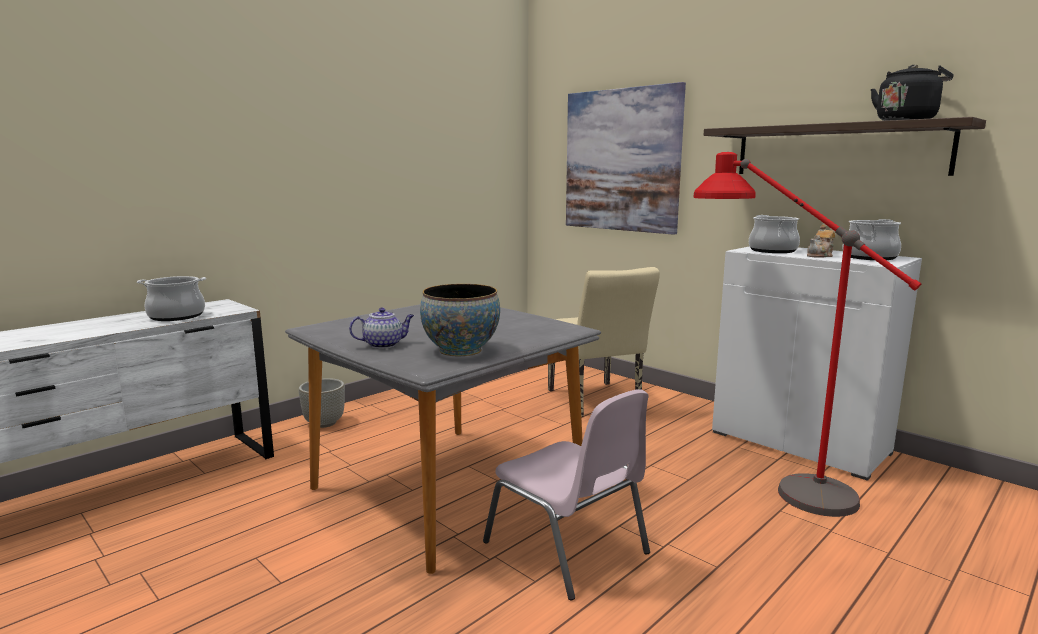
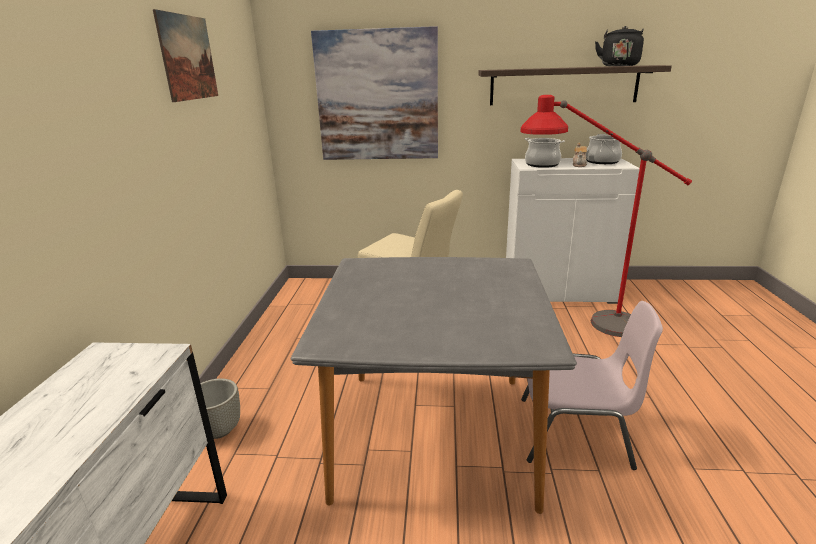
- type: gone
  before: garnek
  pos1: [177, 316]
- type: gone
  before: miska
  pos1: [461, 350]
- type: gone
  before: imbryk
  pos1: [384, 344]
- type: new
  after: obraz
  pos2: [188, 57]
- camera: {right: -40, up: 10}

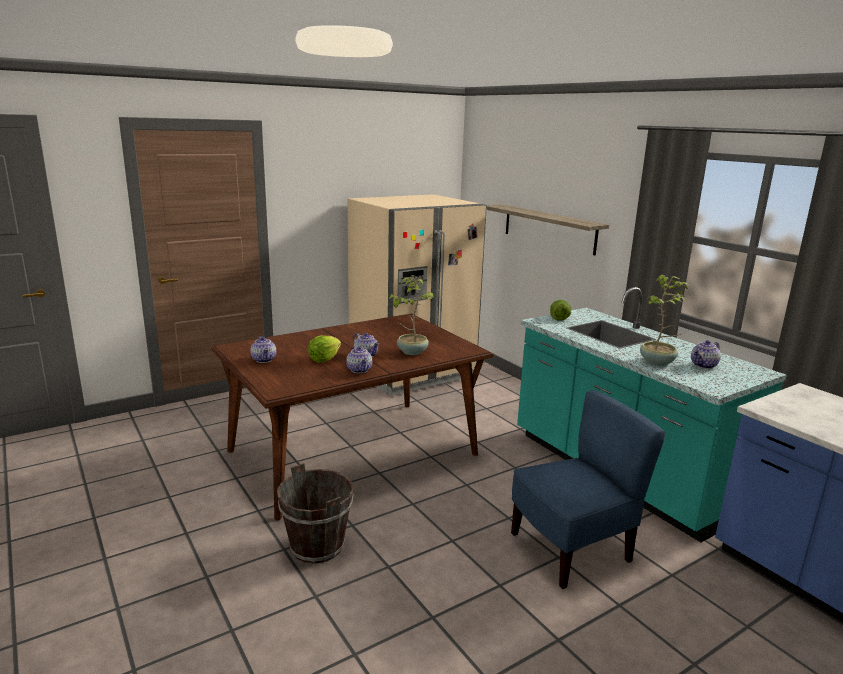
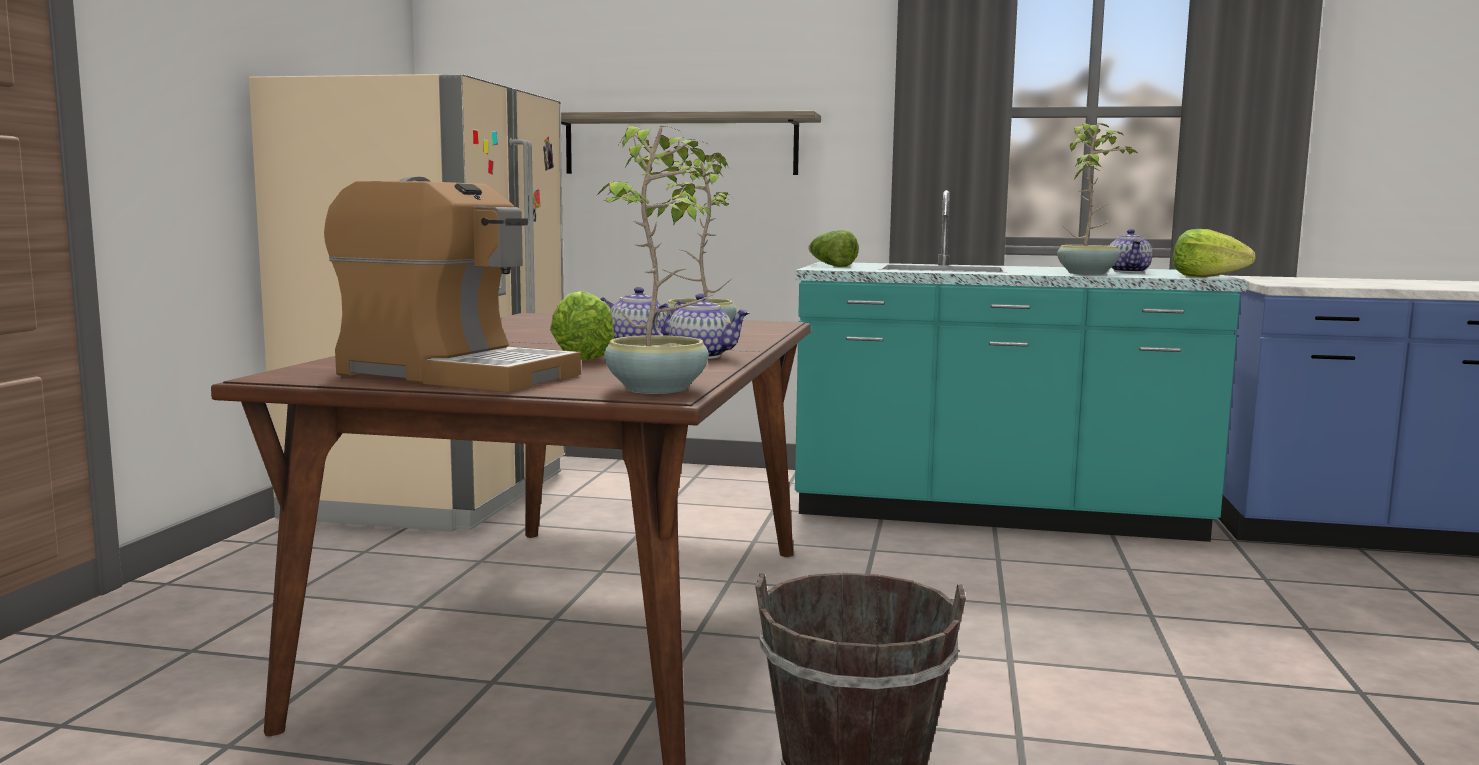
- type: swapped
  before: imbryk
  after: ekspres do kawy
  pos1: [264, 360]
  pos2: [454, 374]
- type: gone
  before: krzesło/niebieski
  pos1: [571, 549]
- type: new
  after: roślina doniczkowa
  pos2: [659, 389]
- type: new
  after: sałata
  pos2: [1206, 277]
- camera: {right: -45, up: -10}

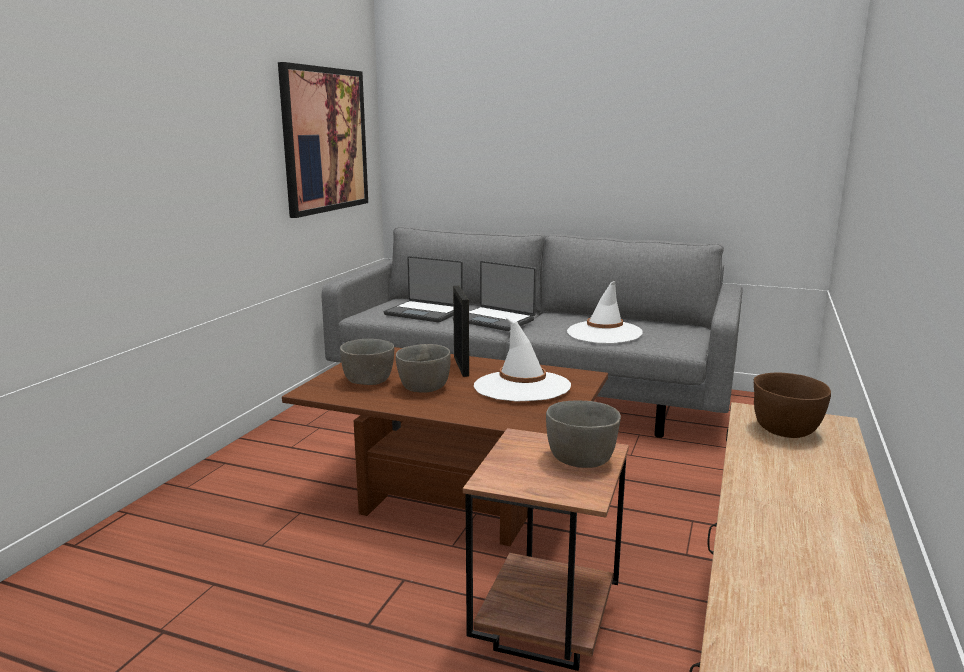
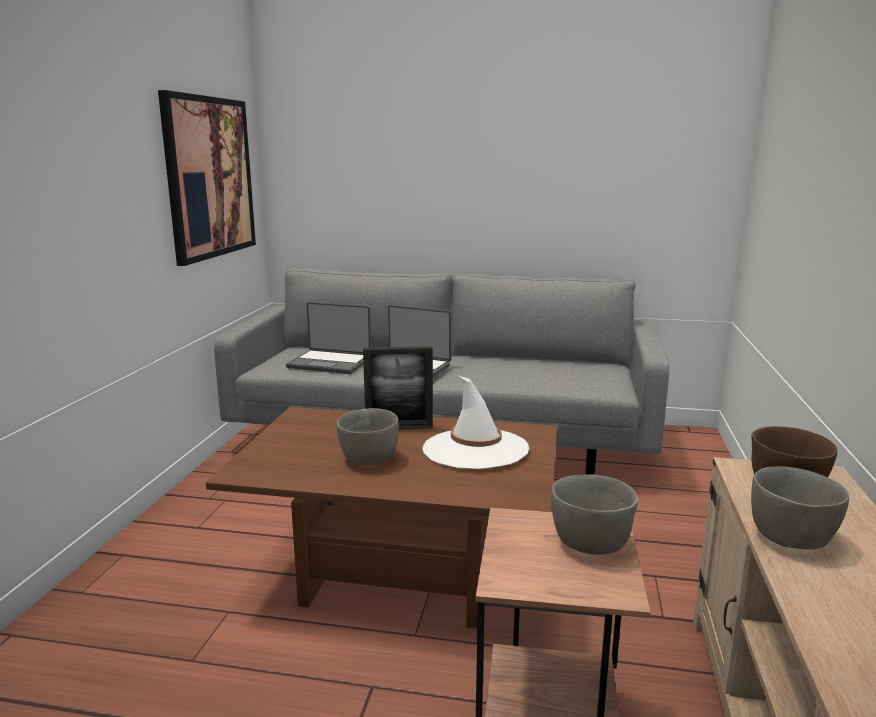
- type: gone
  before: kapelusz/biały
  pos1: [604, 333]
- type: rotated
  before: ramka na zdjęcie
  pos1: [461, 366]
  pos2: [399, 428]
  turn: 105
- type: shifted
  before: miska/szary
  pos1: [369, 381]
  pos2: [792, 538]
- camera: {right: -10, up: 0}

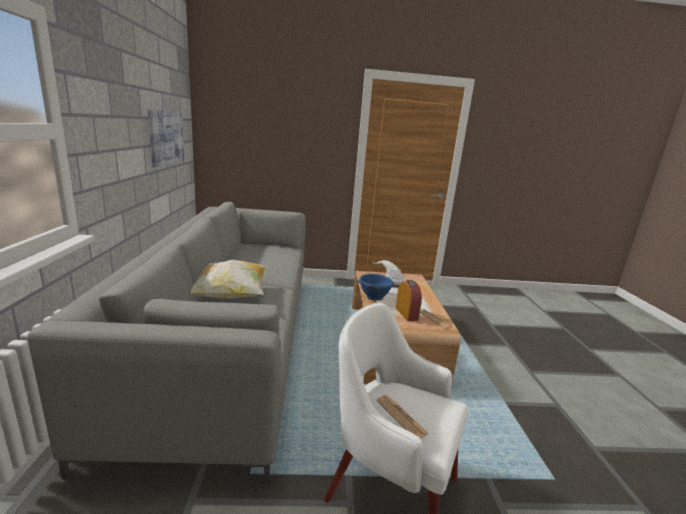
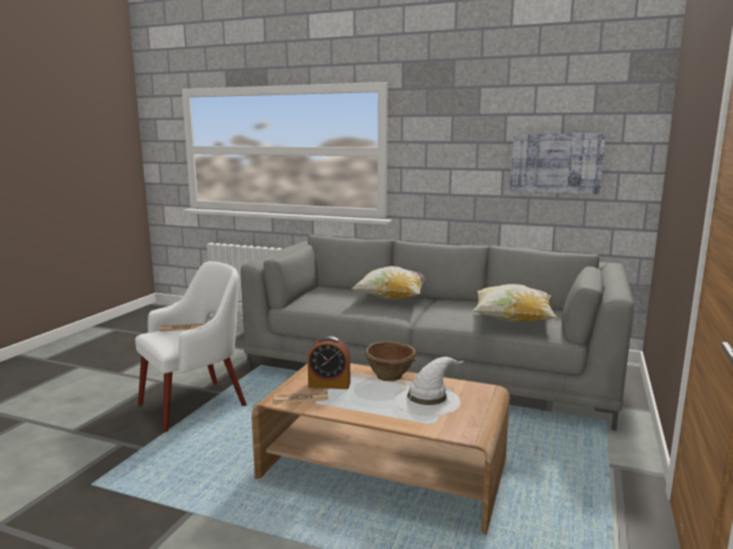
- type: repainted
  before: miska/niebieski
  after: miska/brązowy
  pos1: [374, 297]
  pos2: [390, 376]
- type: new
  after: poduszka
  pos2: [512, 321]
- camera: {right: 115, up: -5}

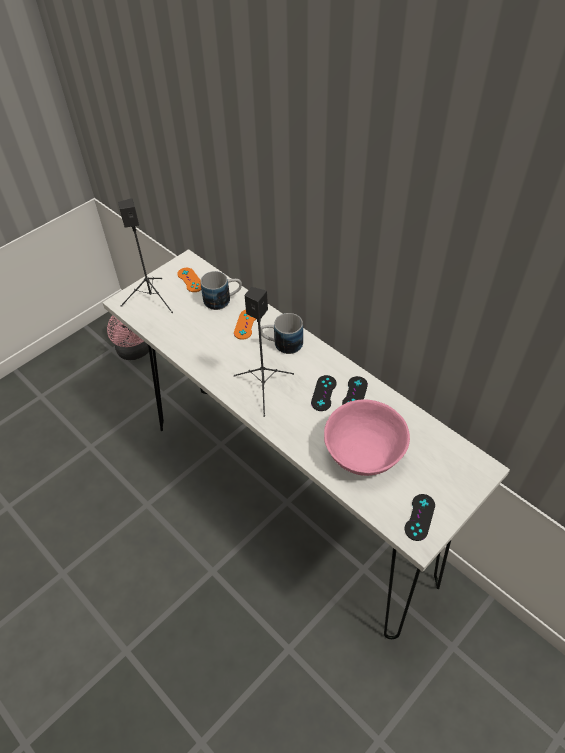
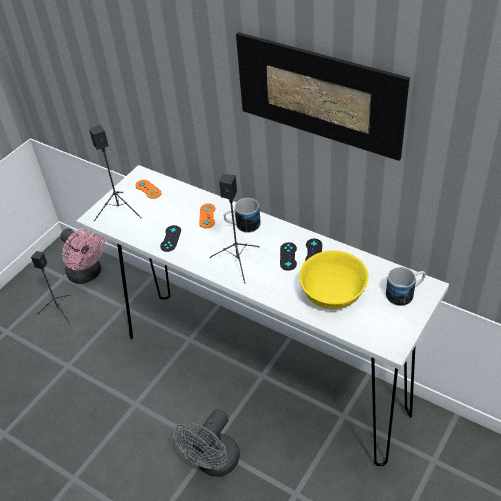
- type: shifted
  before: kubek
  pos1: [223, 300]
  pos2: [405, 293]
- type: repainted
  before: miska/różowy
  after: miska/żółty
  pos1: [364, 453]
  pos2: [333, 294]
- type: shifted
  before: pad do gier/czarny
  pos1: [419, 517]
  pos2: [170, 238]
- type: new
  after: obraz
  pos2: [319, 94]
- type: new
  after: głośnik/czarny
  pos2: [59, 311]
- type: new
  after: wentylator/szary
  pos2: [214, 463]
- camera: {right: -10, up: -5}

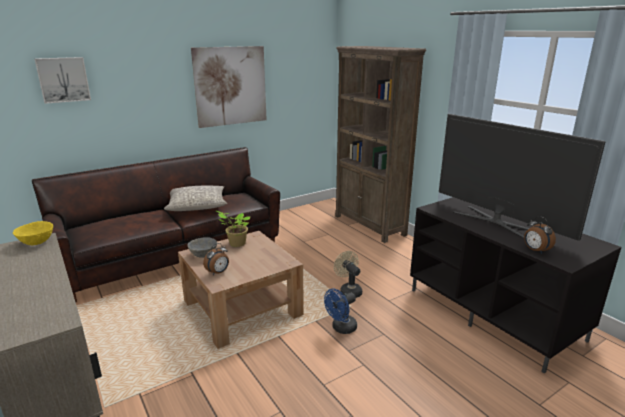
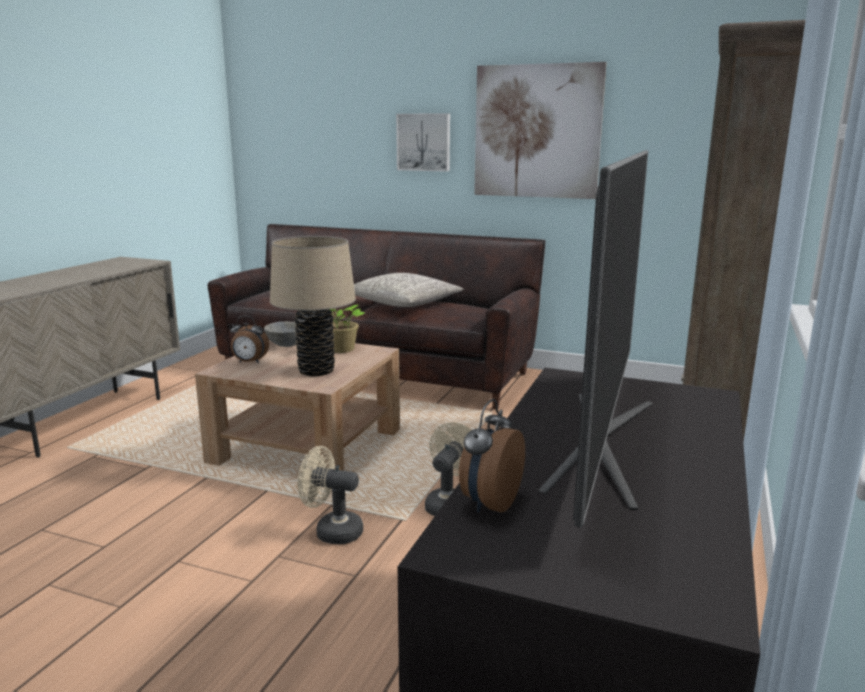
- type: shifted
  before: obraz
  pos1: [63, 79]
  pos2: [424, 142]
- type: gone
  before: miska/żółty
  pos1: [36, 242]
- type: repainted
  before: wentylator/niebieski
  after: wentylator/beżowy
  pos1: [341, 328]
  pos2: [332, 531]
- type: new
  after: lampa stołowa/beżowy
  pos2: [316, 371]
- camera: {right: 55, up: -5}

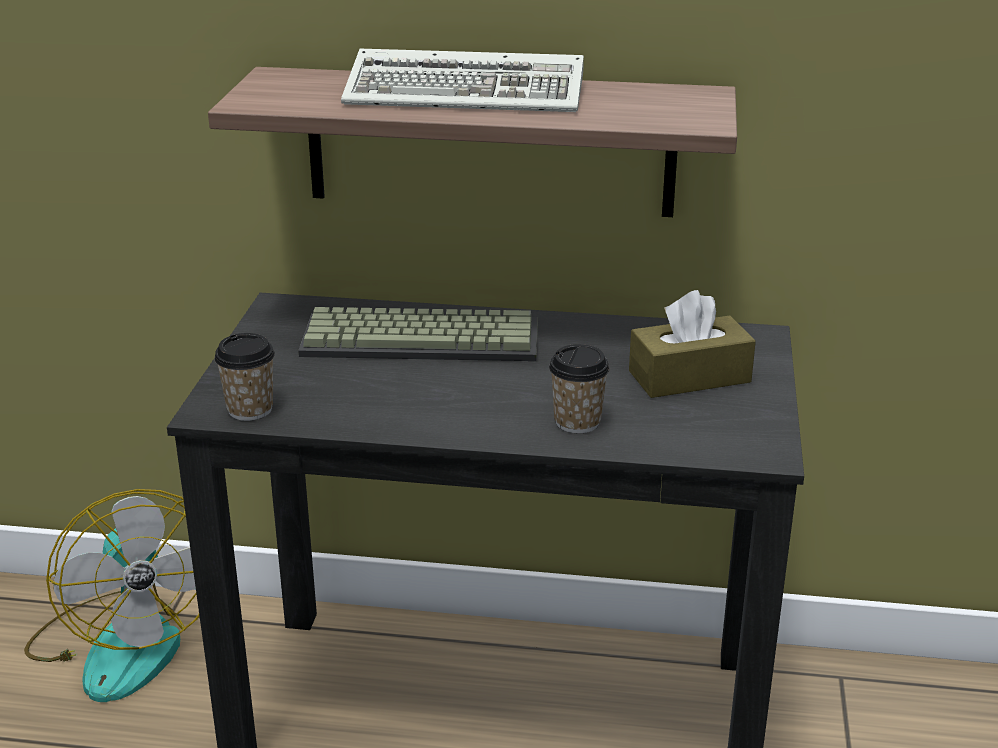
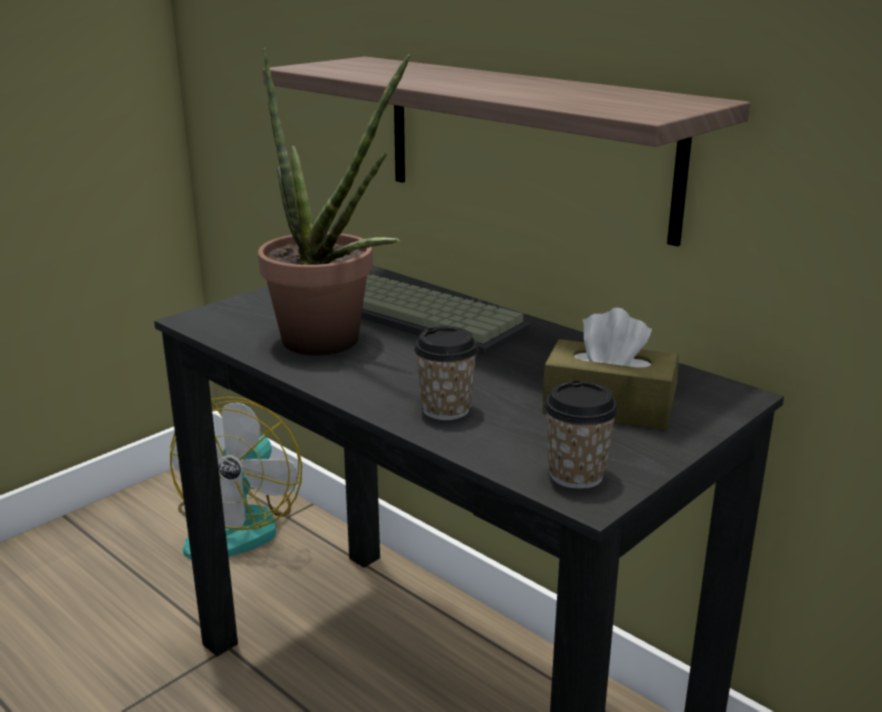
- type: gone
  before: klawiatura
  pos1: [471, 93]
- type: shifted
  before: filiżanka
  pos1: [250, 409]
  pos2: [576, 474]
- type: new
  after: roślina doniczkowa
  pos2: [332, 345]
- camera: {right: 35, up: -5}

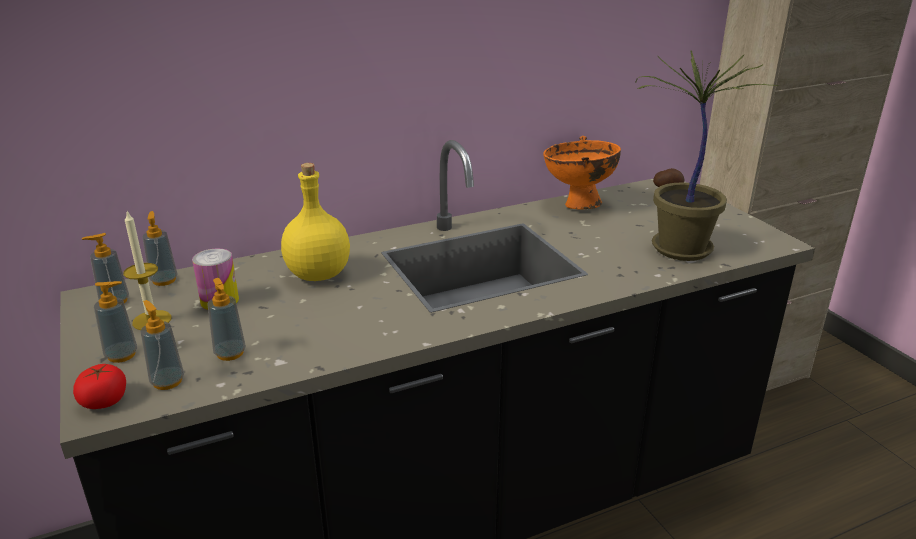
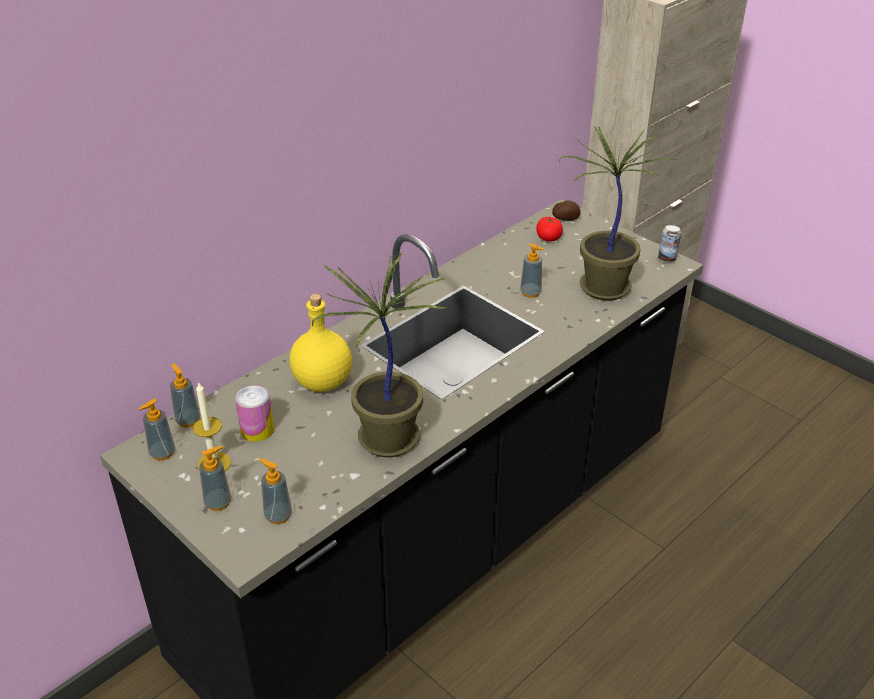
- type: gone
  before: miska/pomarańczowy
  pos1: [578, 205]
- type: shifted
  before: dozownik mydła
  pos1: [230, 353]
  pos2: [530, 292]
- type: shifted
  before: pomidor
  pos1: [104, 400]
  pos2: [548, 237]
- type: new
  after: puszka
  pos2: [667, 259]
- type: new
  after: roślina doniczkowa
  pos2: [387, 440]
- camera: {right: -20, up: 10}

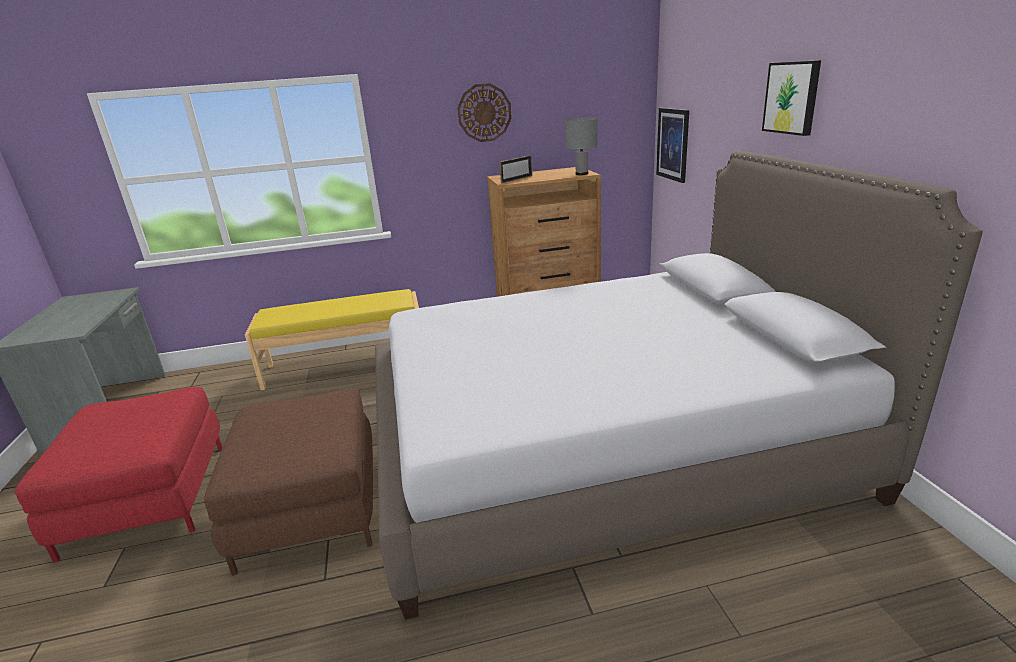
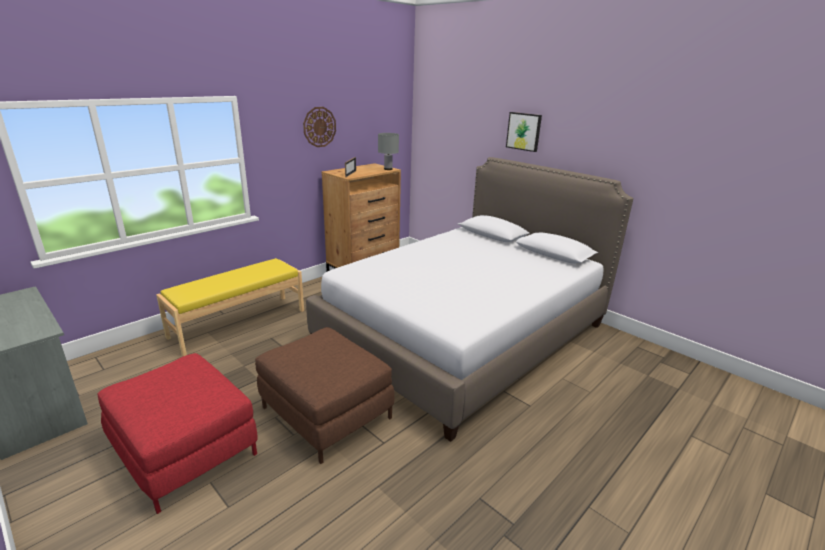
- type: gone
  before: obraz
  pos1: [673, 144]
- camera: {right: -35, up: 0}

